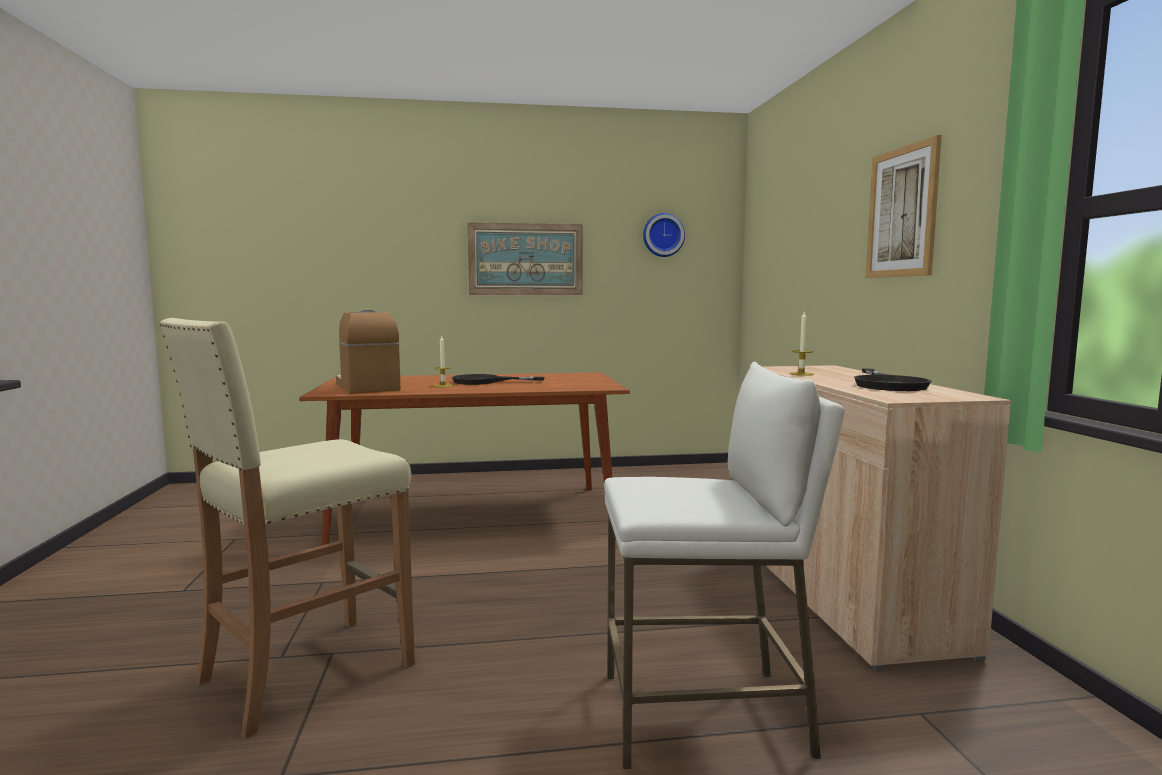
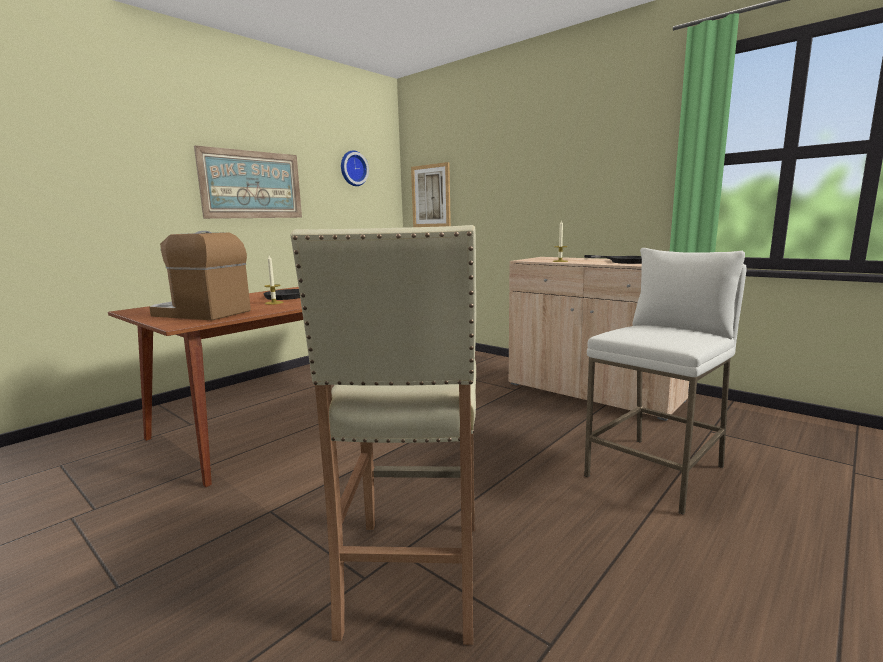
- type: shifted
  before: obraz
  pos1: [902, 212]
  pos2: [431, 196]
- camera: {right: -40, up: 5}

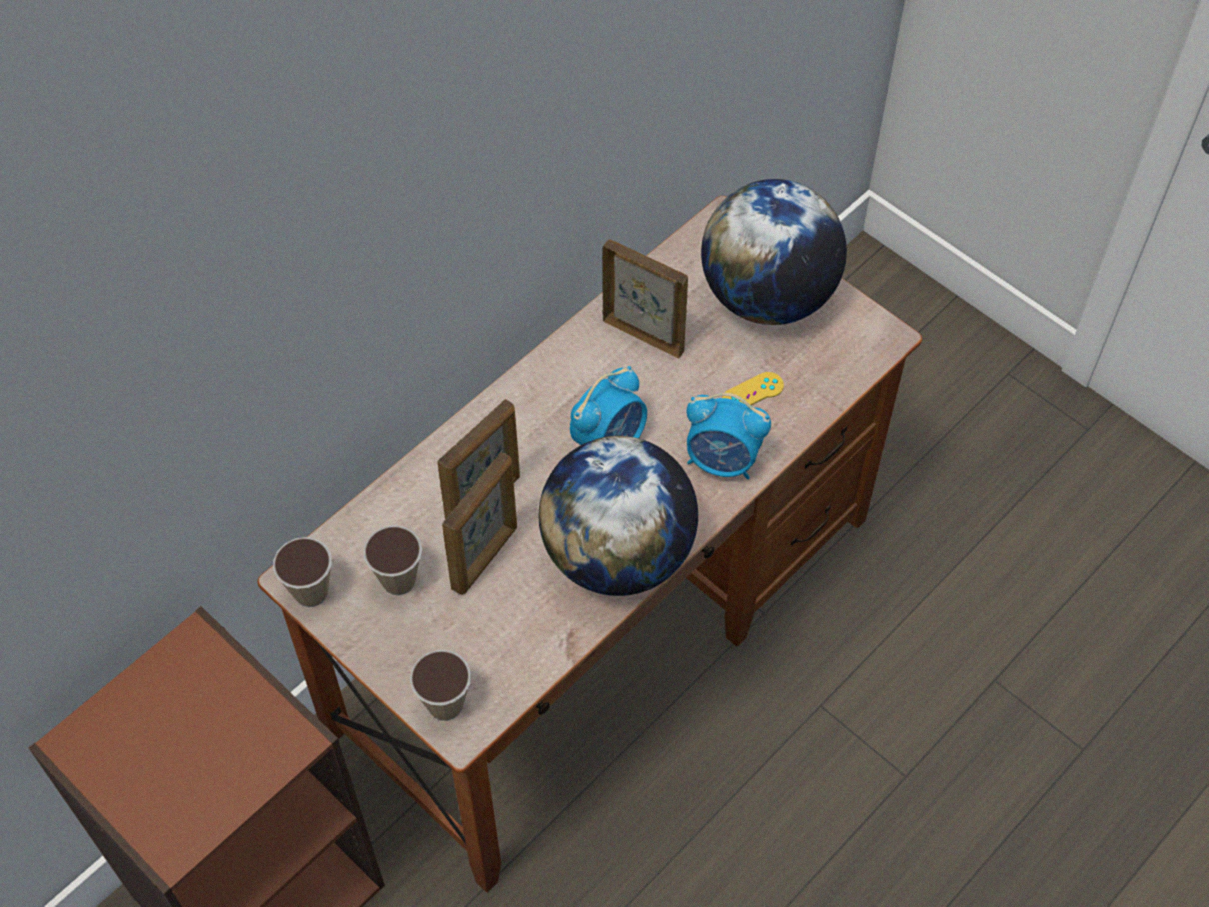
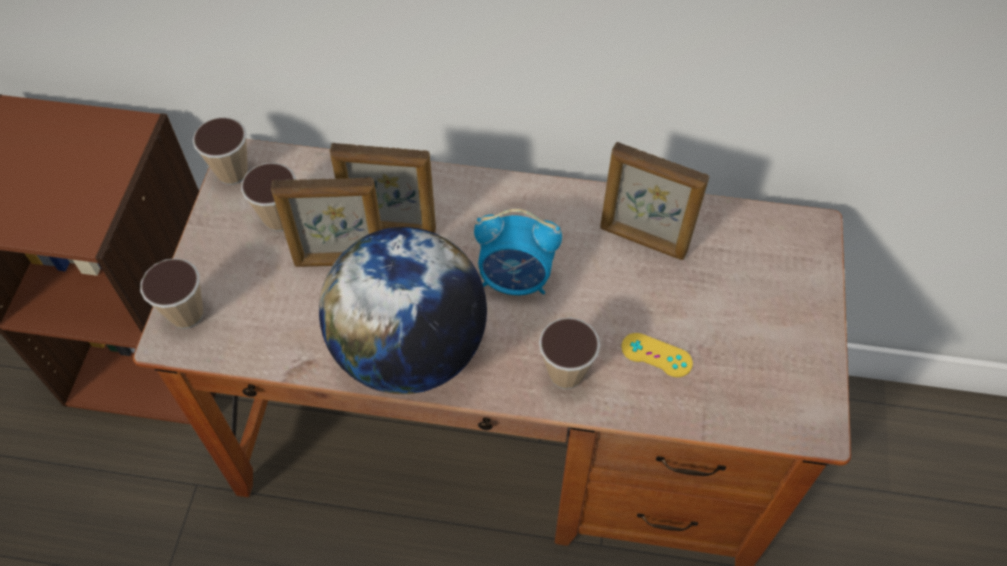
- type: gone
  before: globus
  pos1: [767, 297]
- type: rotated
  before: ramka na zdjęcie
  pos1: [644, 335]
  pos2: [643, 241]
  turn: 120
- type: swapped
  before: budzik
  after: filiżanka
  pos1: [722, 461]
  pos2: [566, 374]
- camera: {right: 55, up: 0}

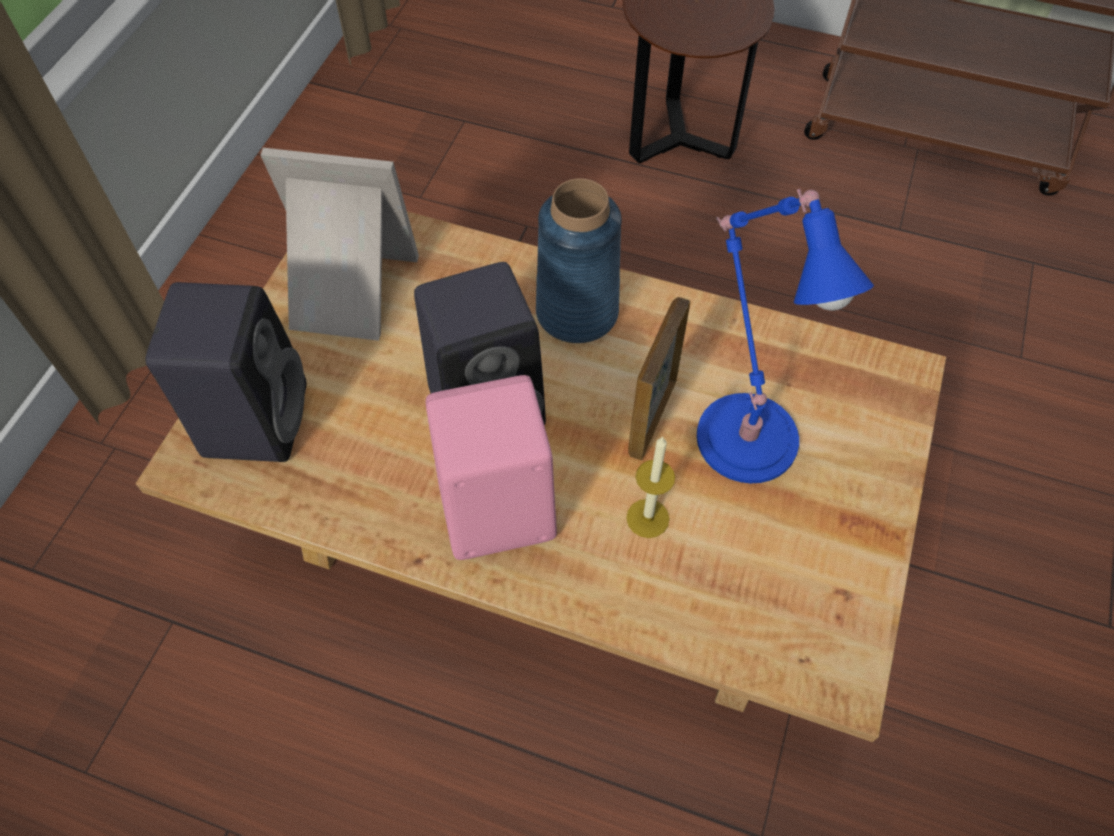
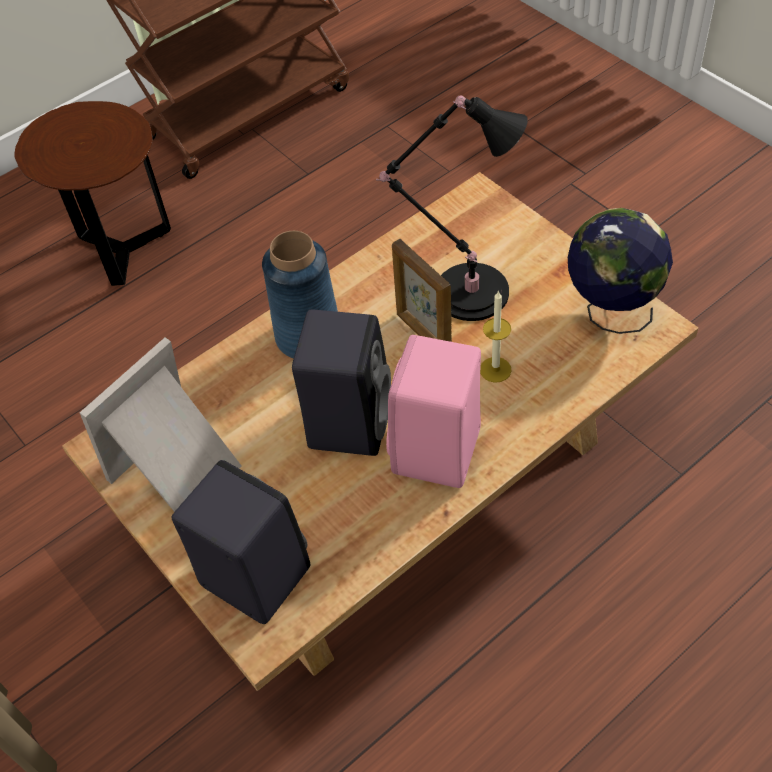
- type: repainted
  before: lampa stołowa/niebieski
  after: lampa stołowa/czarny
  pos1: [743, 430]
  pos2: [465, 291]
- type: new
  after: globus
  pos2: [610, 311]
- camera: {right: -55, up: -5}

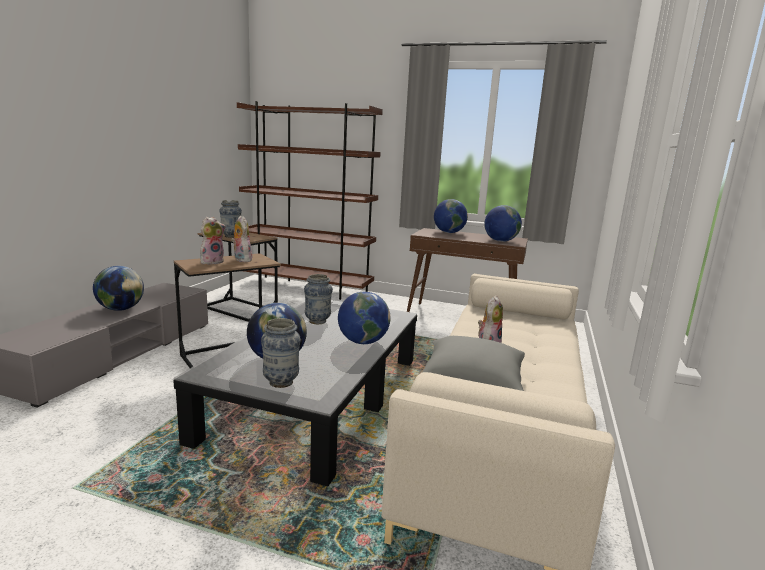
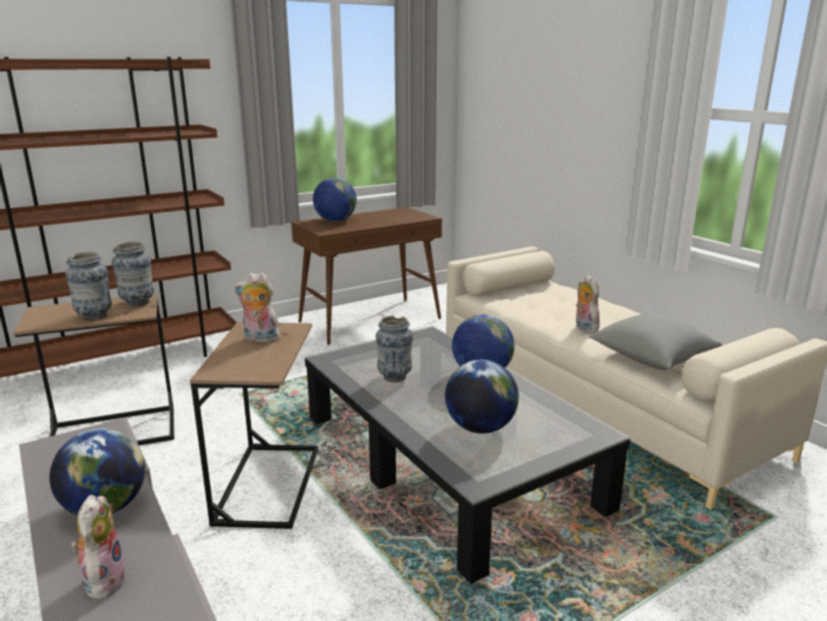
- type: gone
  before: globus
  pos1: [500, 241]
- type: shifted
  before: pluszak
  pos1: [212, 262]
  pos2: [103, 580]
- type: shifted
  before: wazon
  pos1: [281, 382]
  pos2: [137, 303]
- camera: {right: -50, up: 5}

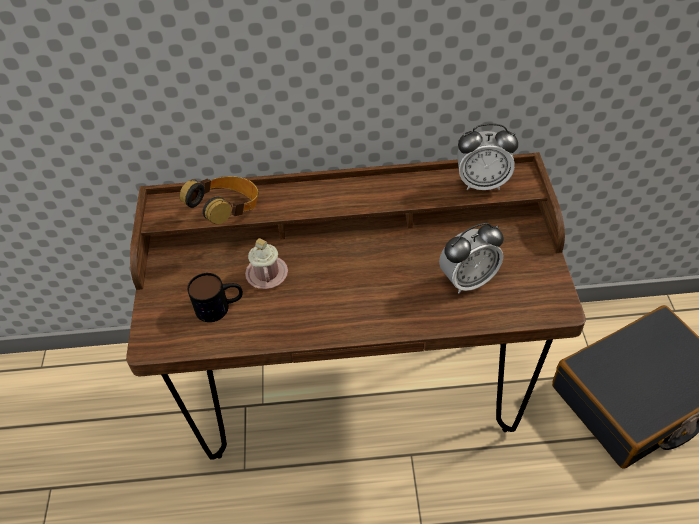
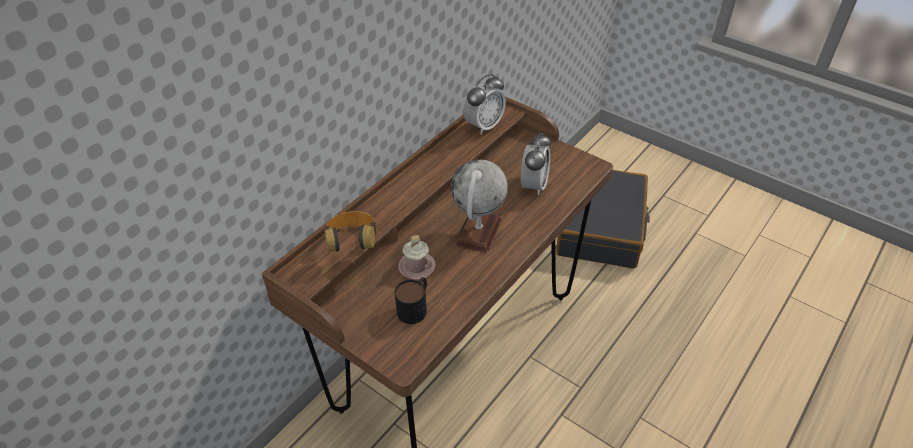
- type: new
  after: globus
  pos2: [478, 231]
- camera: {right: -50, up: -5}

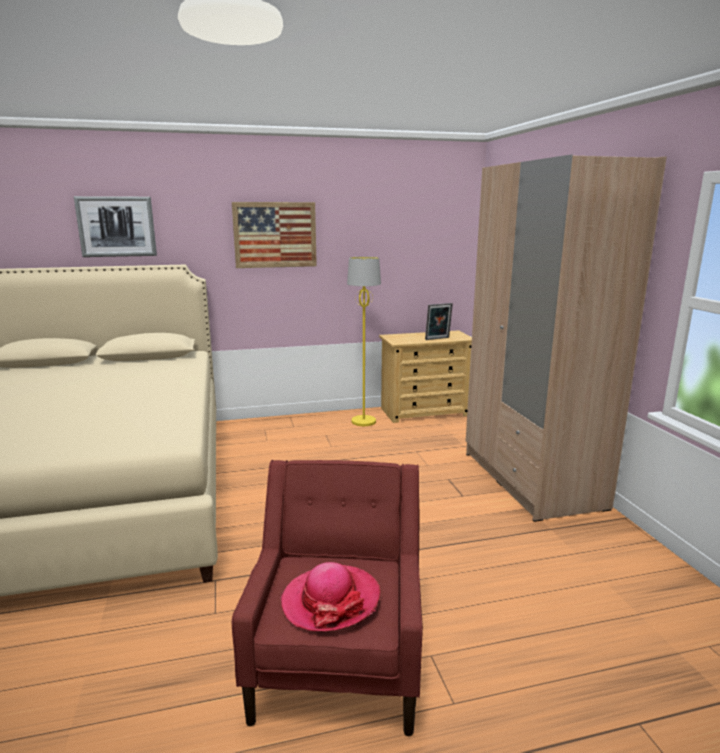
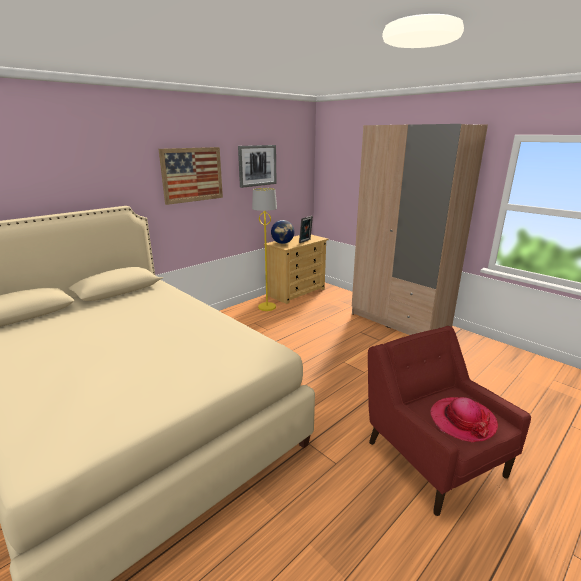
- type: shifted
  before: obraz
  pos1: [116, 226]
  pos2: [257, 165]
- type: new
  after: globus
  pos2: [282, 243]
- camera: {right: -30, up: 5}

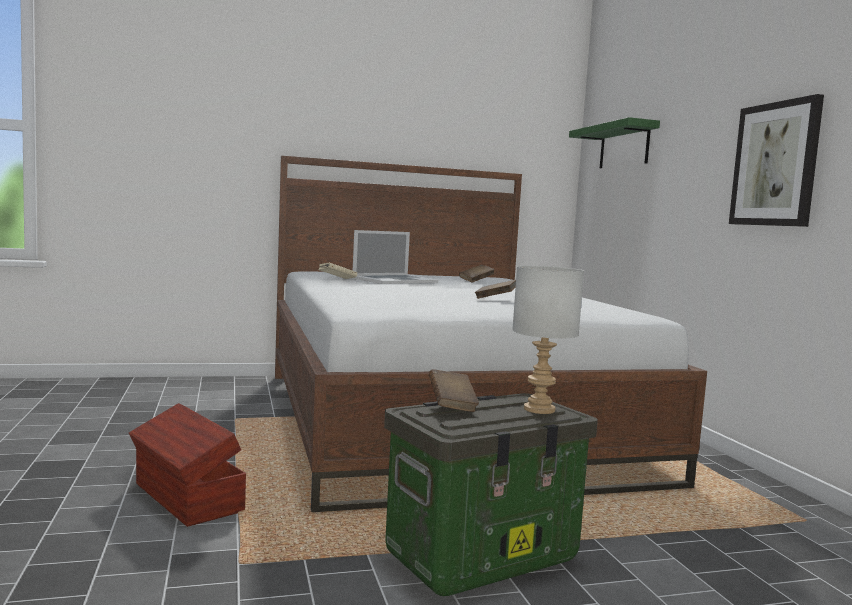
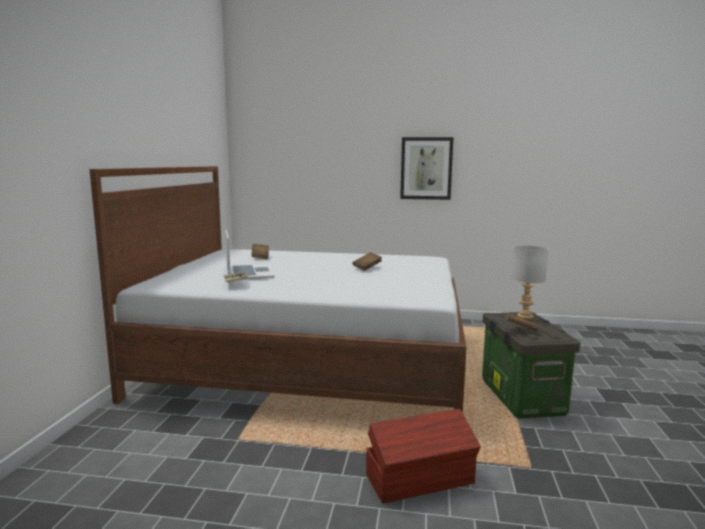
- type: gone
  before: półka/zielony
  pos1: [624, 146]
- camera: {right: -65, up: 5}

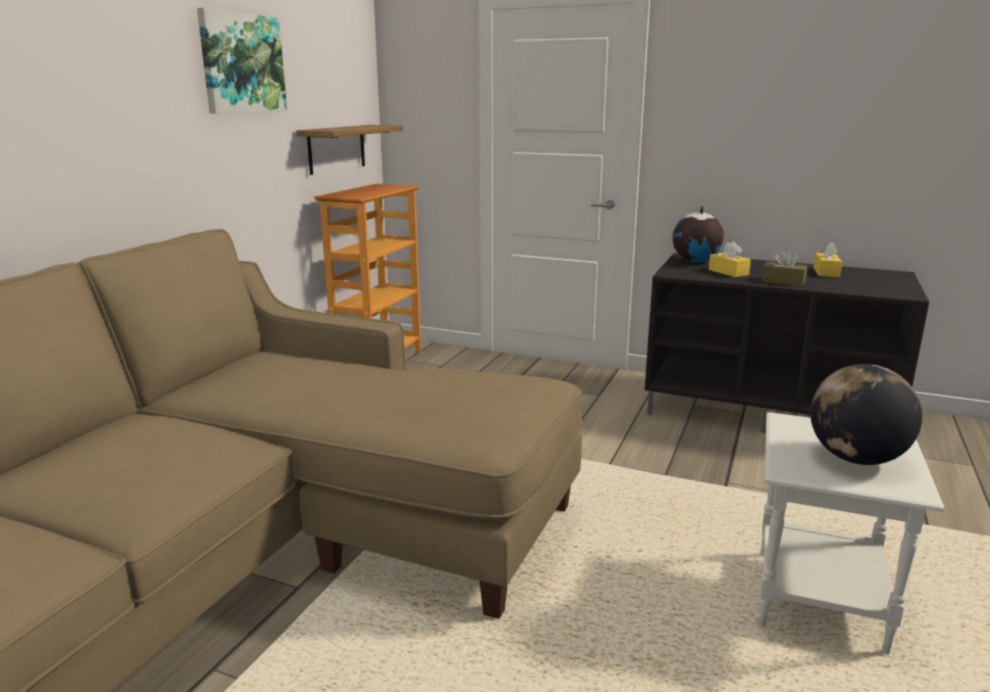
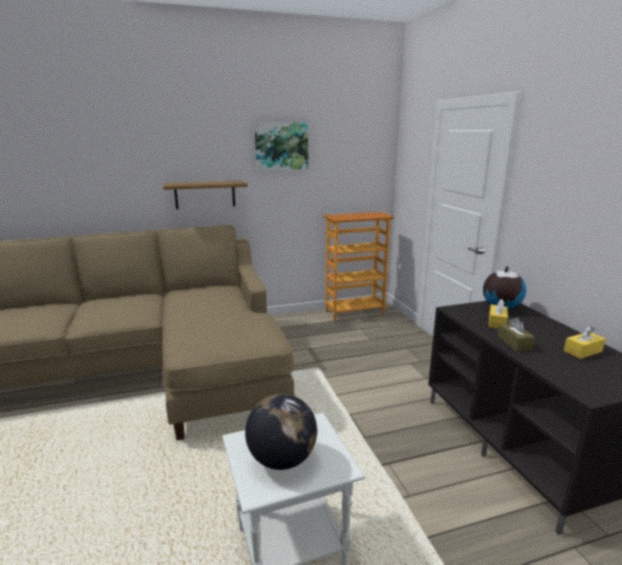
- type: shifted
  before: półka
  pos1: [336, 148]
  pos2: [205, 195]
- camera: {right: 50, up: 0}

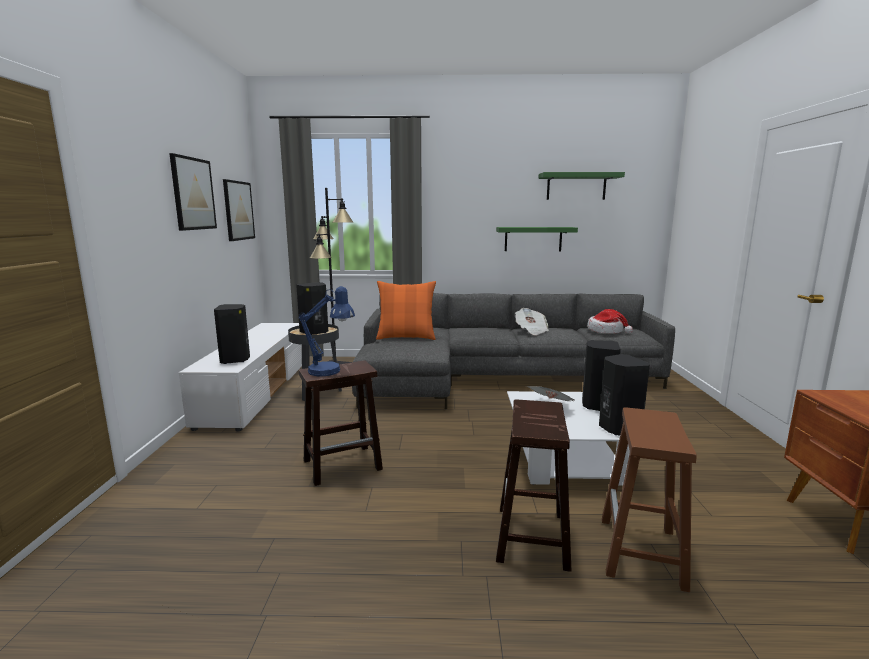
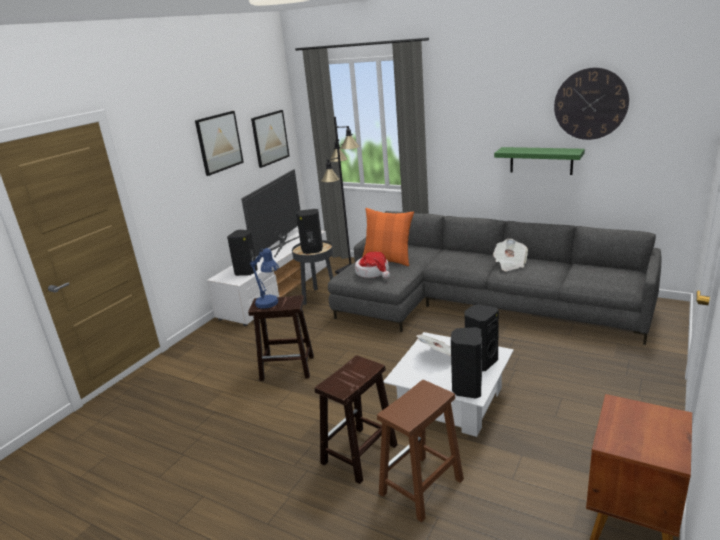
- type: swapped
  before: półka/zielony
  after: zegar ścienny
  pos1: [576, 186]
  pos2: [590, 104]
- type: shifted
  before: kapelusz
  pos1: [606, 331]
  pos2: [373, 272]
- type: new
  after: telewizor
  pos2: [280, 245]
- camera: {right: 30, up: 10}

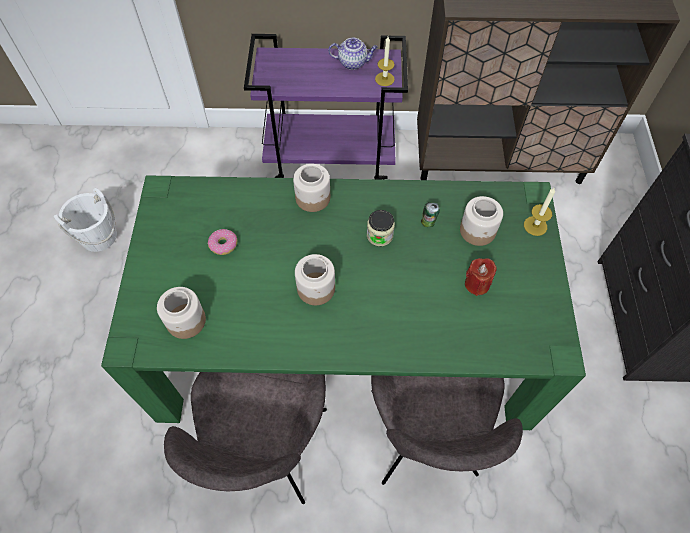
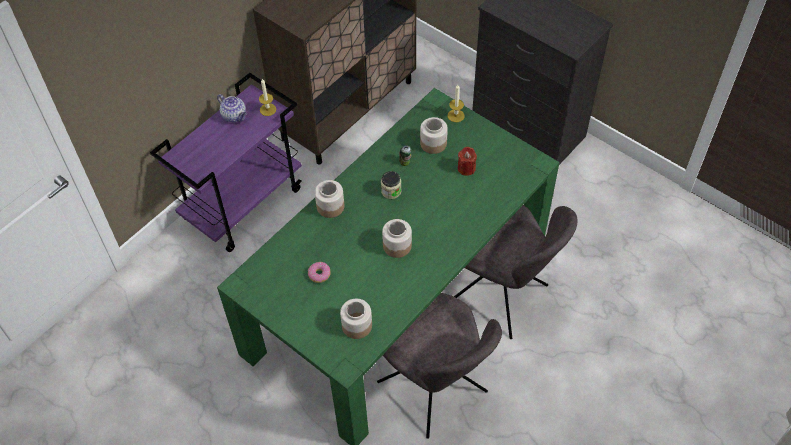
- type: rotated
  before: imbryk
  pos1: [353, 63]
  pos2: [235, 116]
  turn: 90
- type: gone
  before: wiadro/biały
  pos1: [99, 236]
- camera: {right: -50, up: -5}

